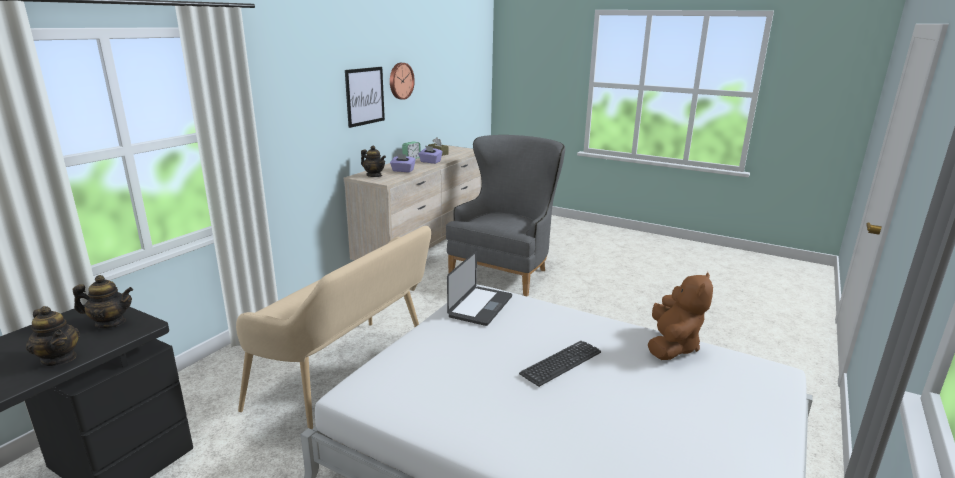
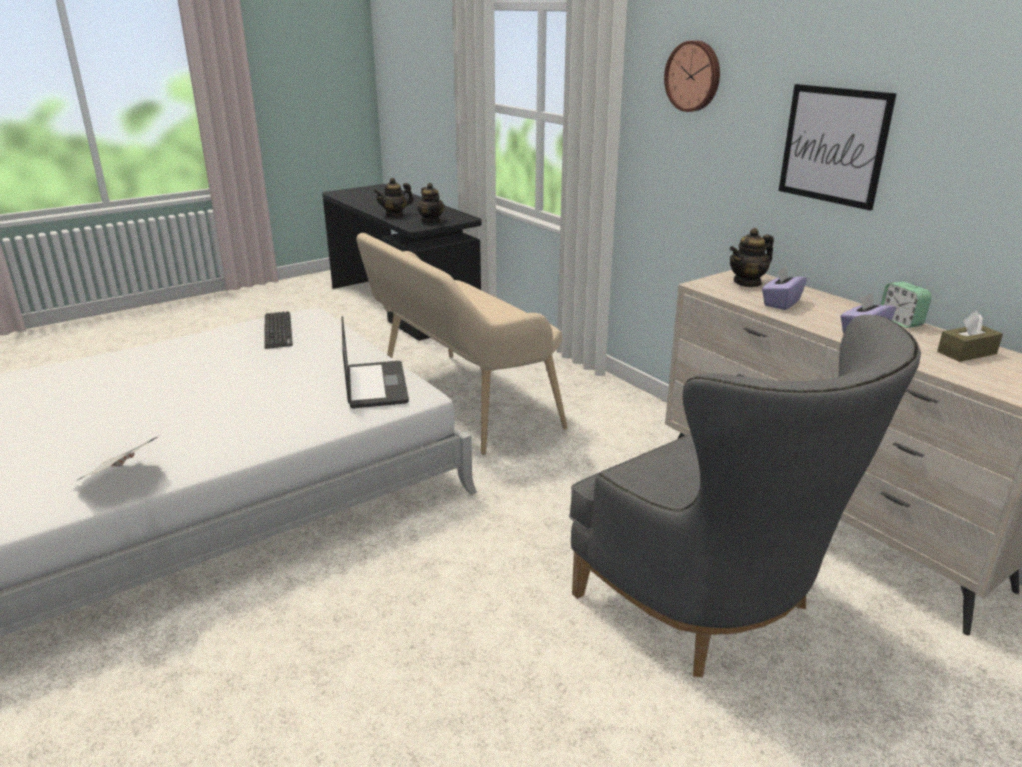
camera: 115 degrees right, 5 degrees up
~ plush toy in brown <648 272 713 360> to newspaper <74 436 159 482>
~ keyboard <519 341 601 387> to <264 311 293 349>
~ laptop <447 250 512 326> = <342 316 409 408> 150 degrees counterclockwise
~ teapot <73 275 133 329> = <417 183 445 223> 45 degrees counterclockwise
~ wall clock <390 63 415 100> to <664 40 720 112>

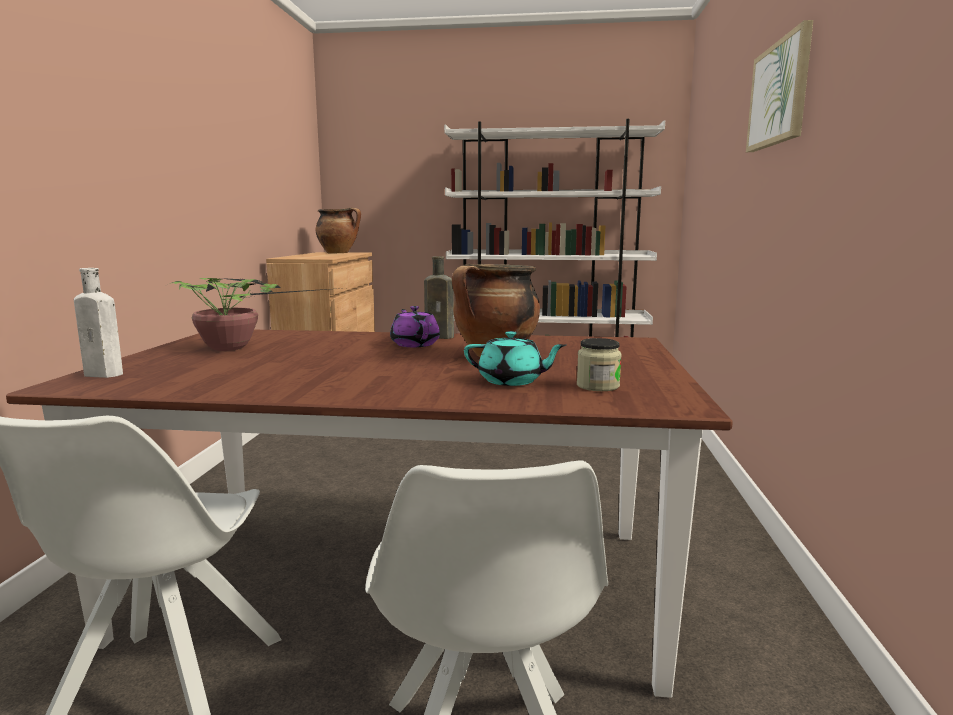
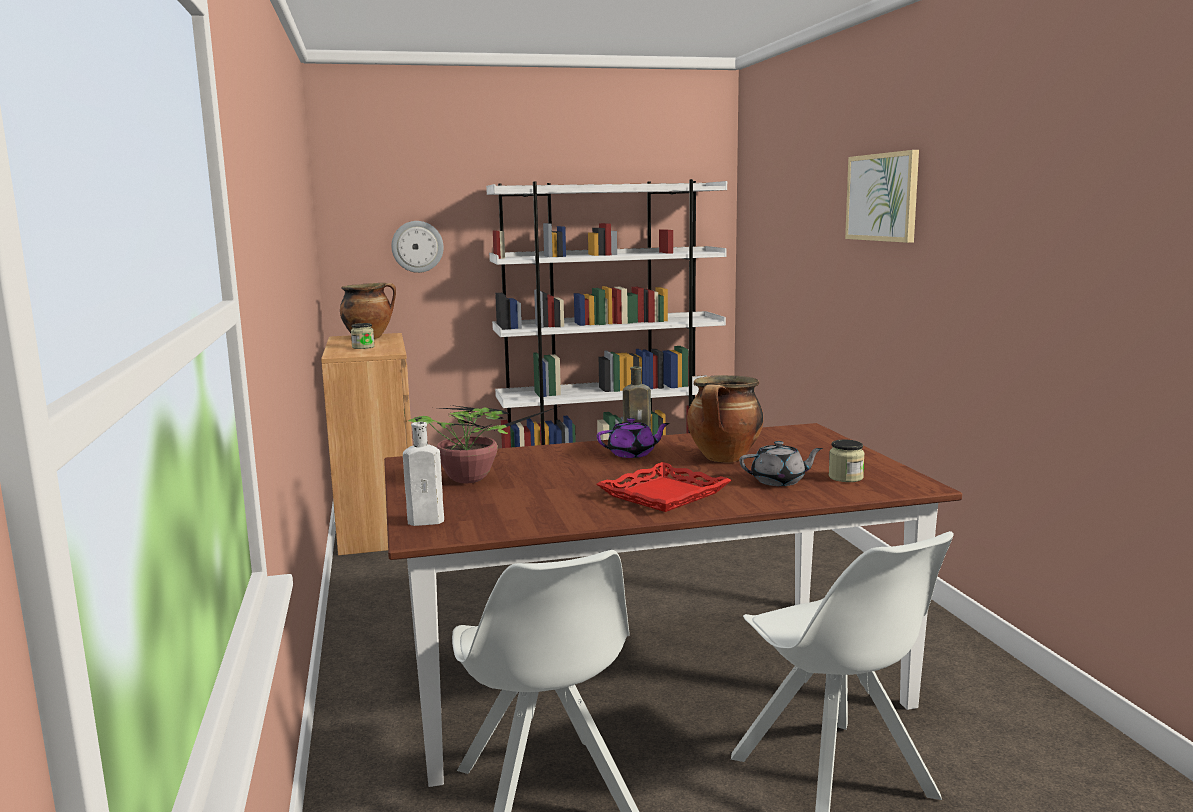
camera: 20 degrees left, 0 degrees up
+ jar <351 323 375 349>
+ wall clock <391 221 444 273>
~ teapot in purple <390 306 440 347> = <597 418 669 458> 120 degrees clockwise
+ tray in red <597 462 732 512>
~ teapot in turquoise <464 331 566 386> to teapot in grey <739 441 823 486>

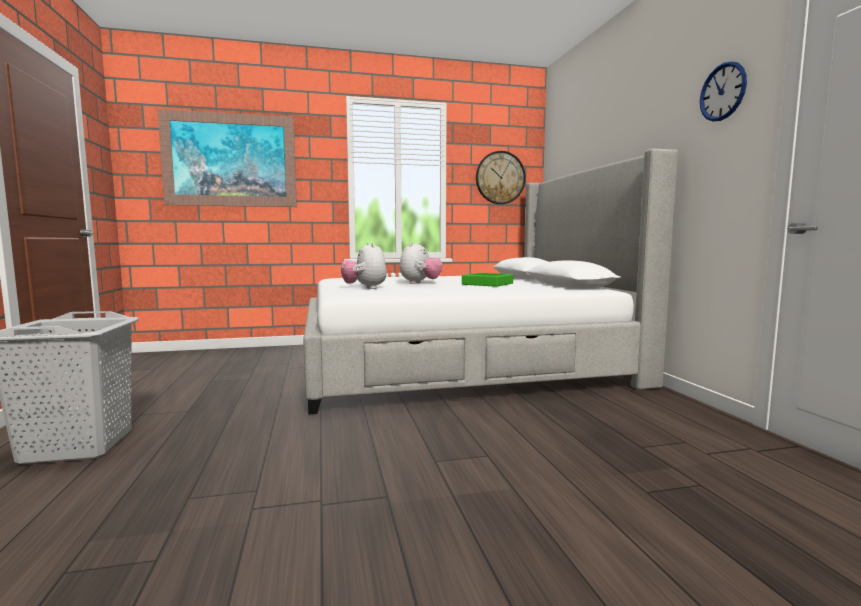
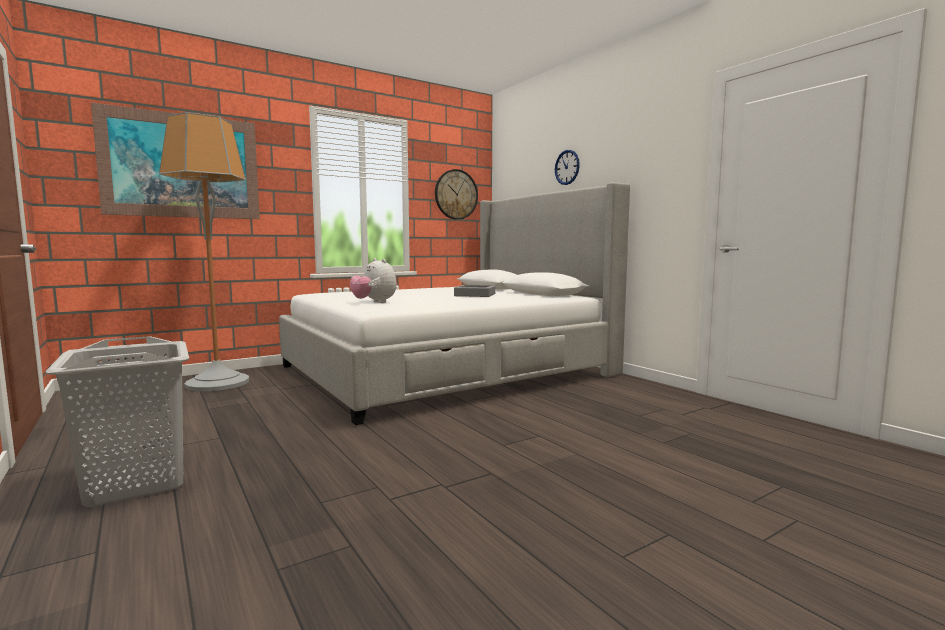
camera: 20 degrees left, 0 degrees up
+ floor lamp <159 112 249 391>
~ tray in green <462 273 513 287> to tray in grey <454 285 496 297>
~ wall clock <700 61 747 122> to <555 150 580 185>
- plush toy <400 242 443 284>

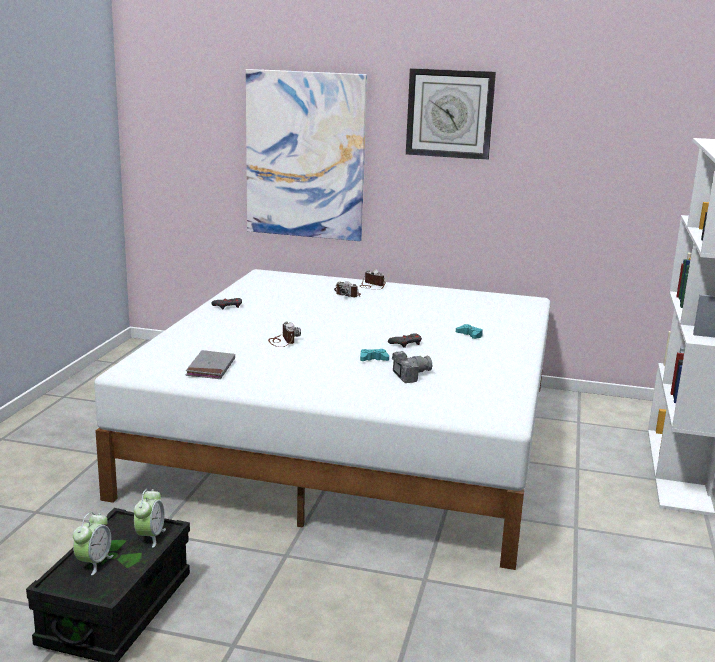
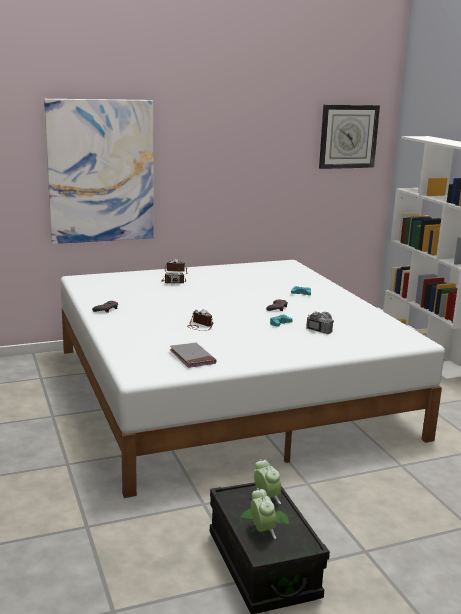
camera: 35 degrees left, 0 degrees up
~ wall clock <406 68 496 160> to <319 105 380 169>

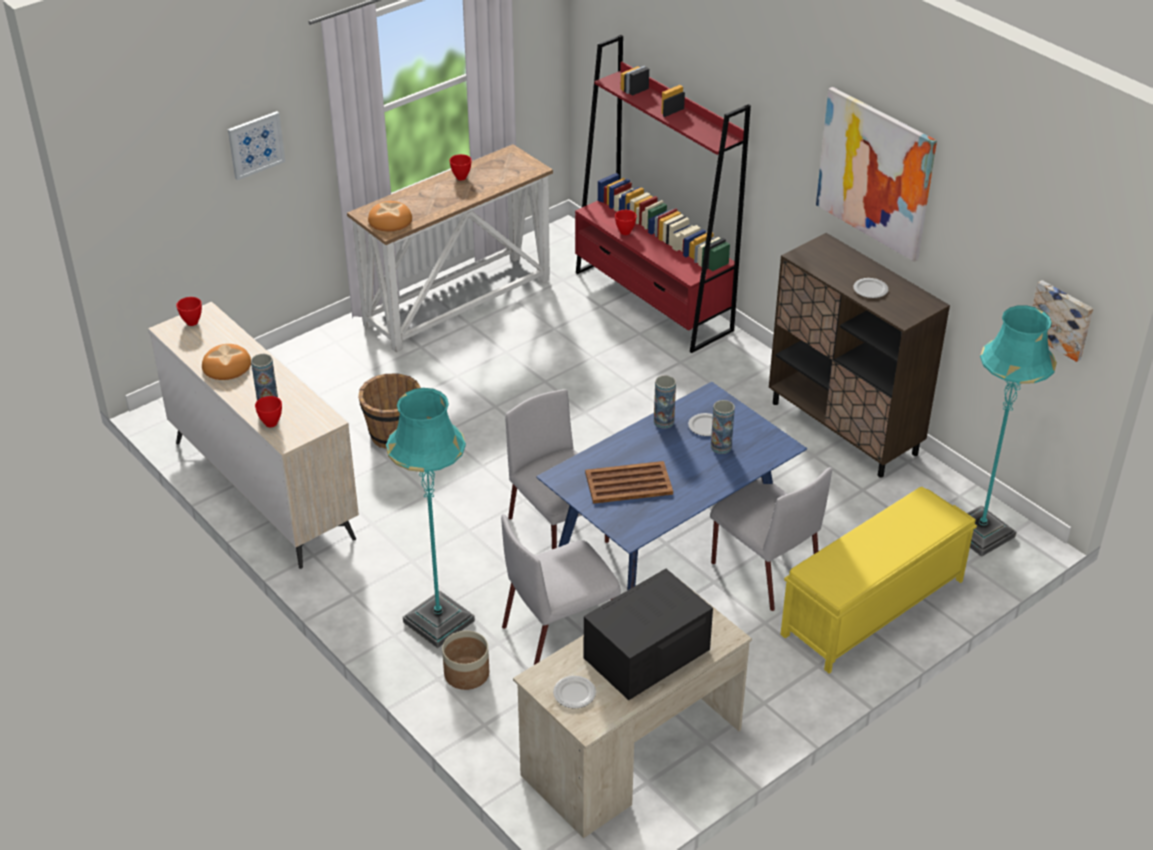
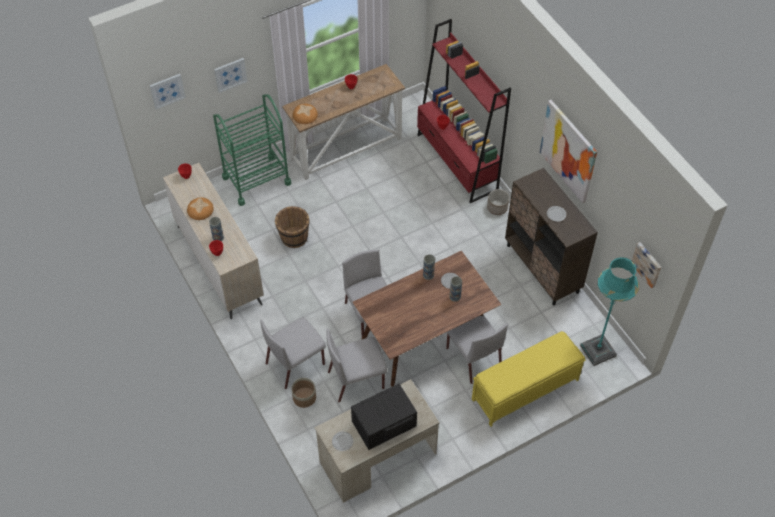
camera: 10 degrees right, 15 degrees up
+ picture <150 74 186 109>
+ cart in green <213 94 291 206>
~ floor lamp in turquoise <386 388 475 648> to chair in grey <260 317 326 389>
~ dining table in blue <536 382 807 591> to dining table in brown <353 251 502 387>
+ planter <487 189 509 215>
- tray in brown <585 461 673 504>

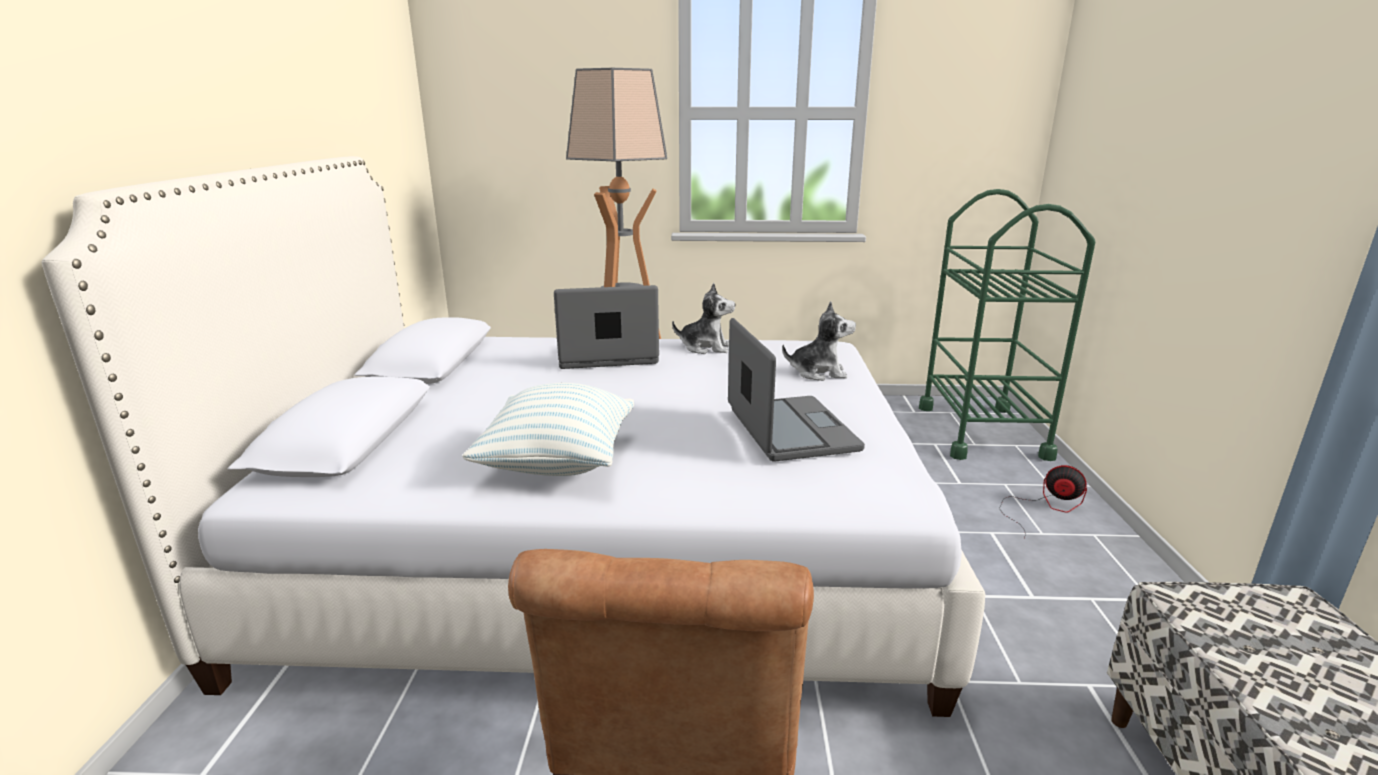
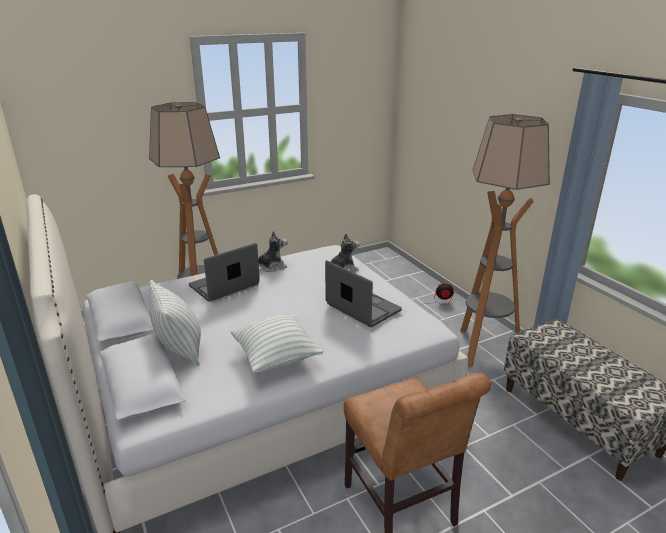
camera: 30 degrees left, 5 degrees up
+ pillow <149 280 201 366>
+ floor lamp <460 114 550 367>
- cart in green <919 189 1095 461>

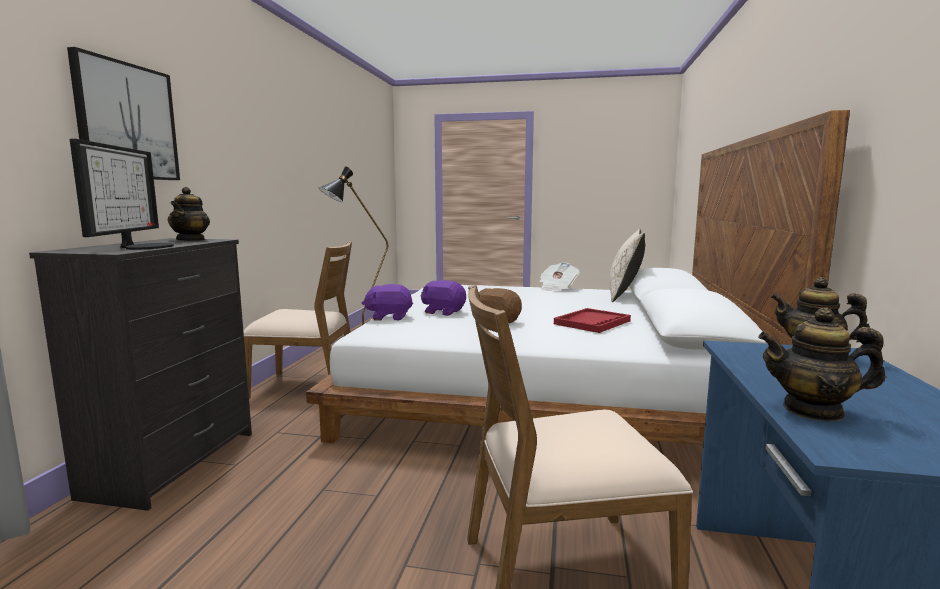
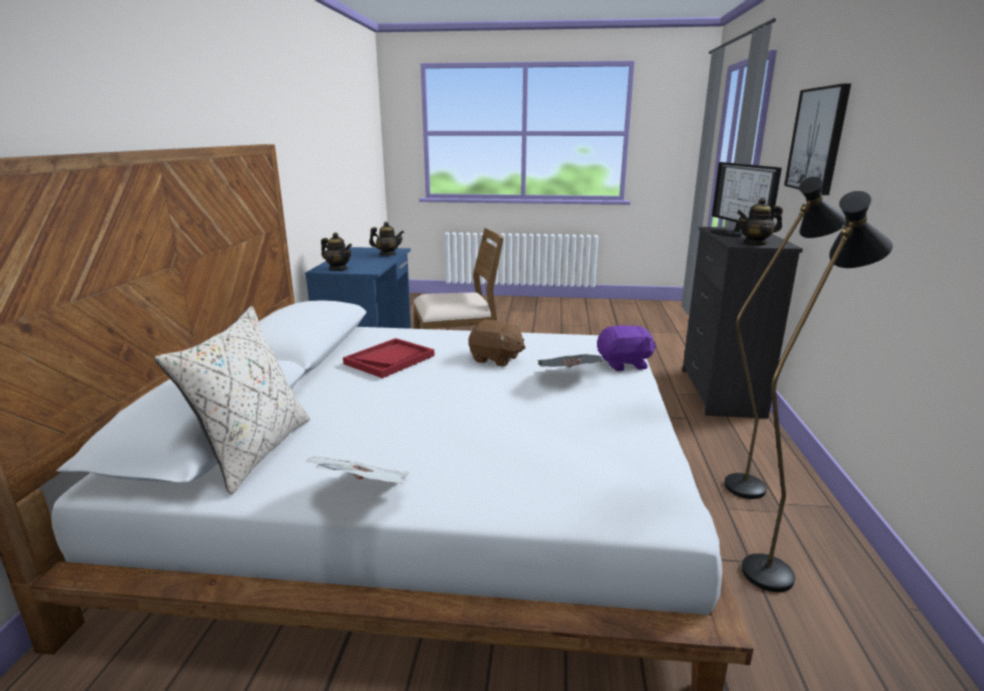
camera: 175 degrees right, 10 degrees up
~ plush toy in purple <421 280 466 316> to newspaper <538 354 602 368>
~ chair in brown <243 241 352 399> to floor lamp in black <724 177 846 499>
~ teapot <168 187 210 241> = <737 198 783 246> 90 degrees counterclockwise

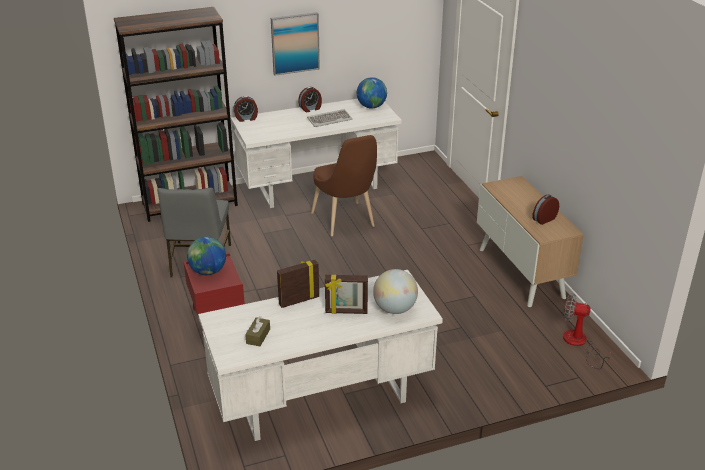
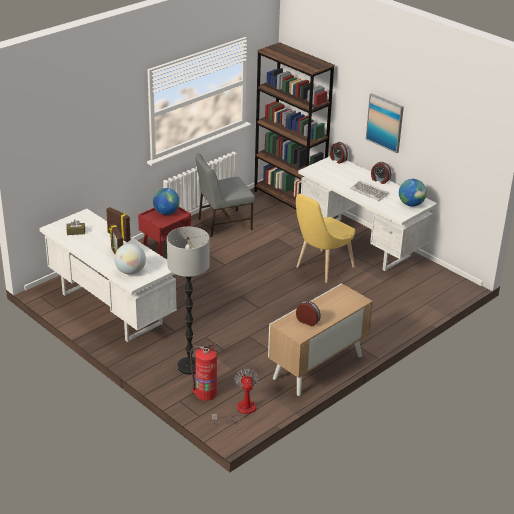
camera: 65 degrees right, 0 degrees up
+ floor lamp <167 227 210 375>
+ fire extinguisher <190 344 220 400>
~ chair in brown <311 135 377 236> to chair in yellow <296 194 355 283>

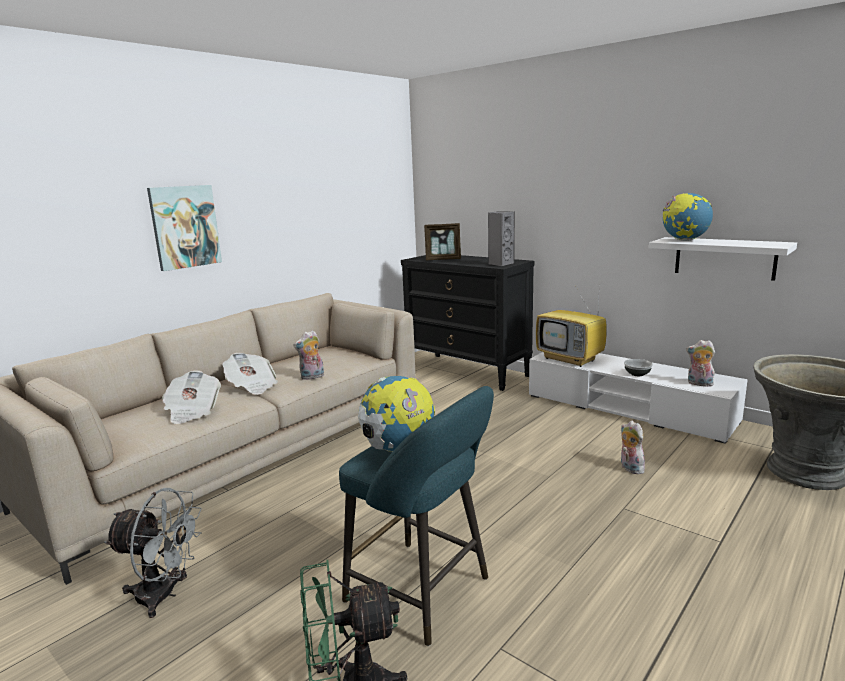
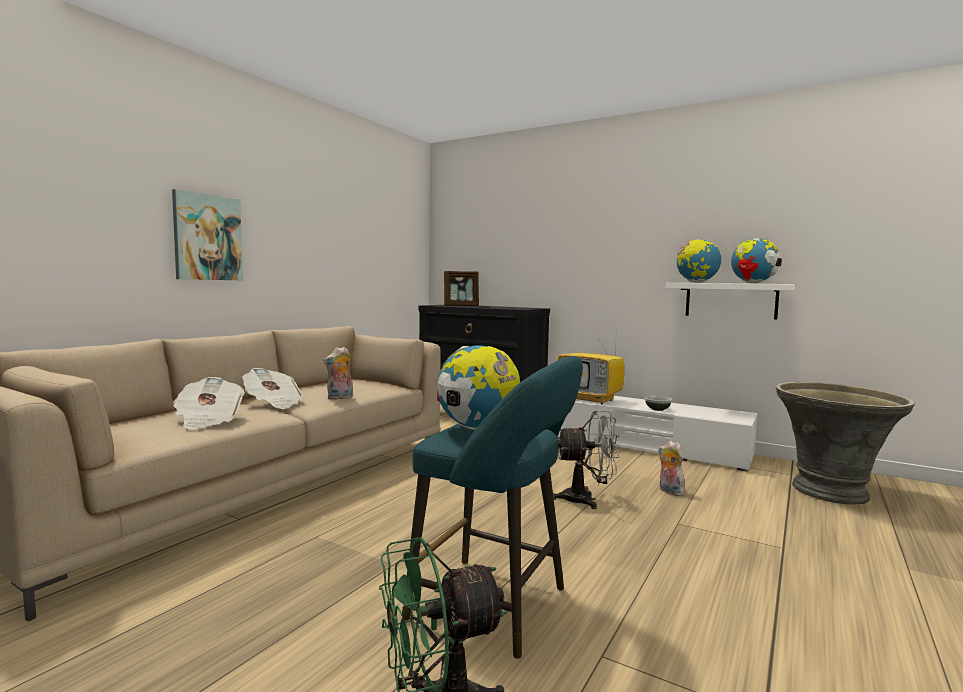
camera: 10 degrees left, 10 degrees down
~ fan in grey <104 488 202 618> to <553 411 619 509>
+ globe <731 238 782 284>
- speaker in grey <488 212 515 266>
- plush toy <686 340 715 387>

